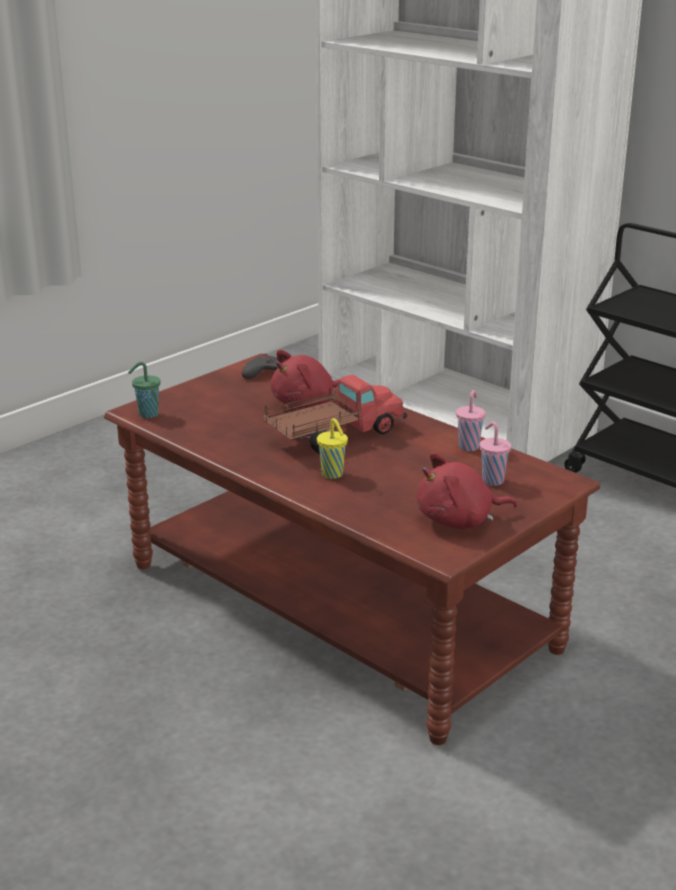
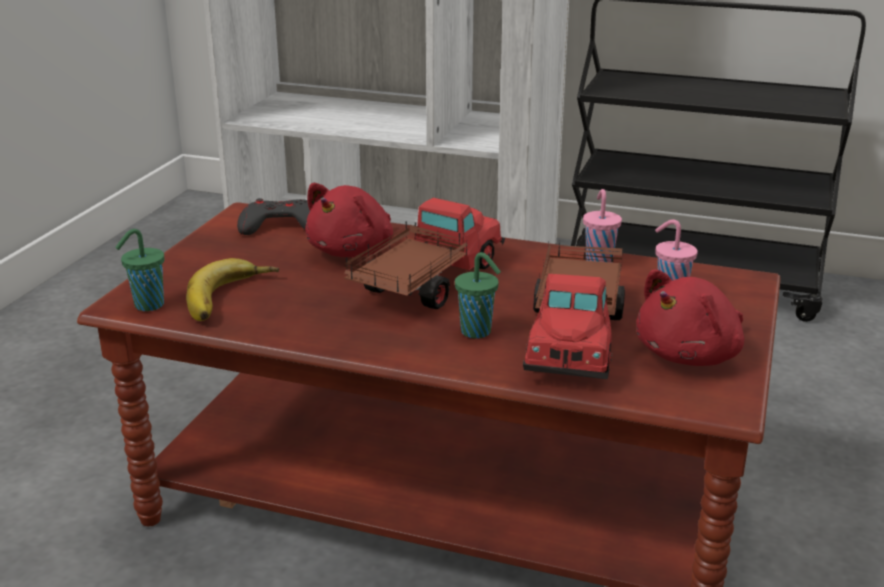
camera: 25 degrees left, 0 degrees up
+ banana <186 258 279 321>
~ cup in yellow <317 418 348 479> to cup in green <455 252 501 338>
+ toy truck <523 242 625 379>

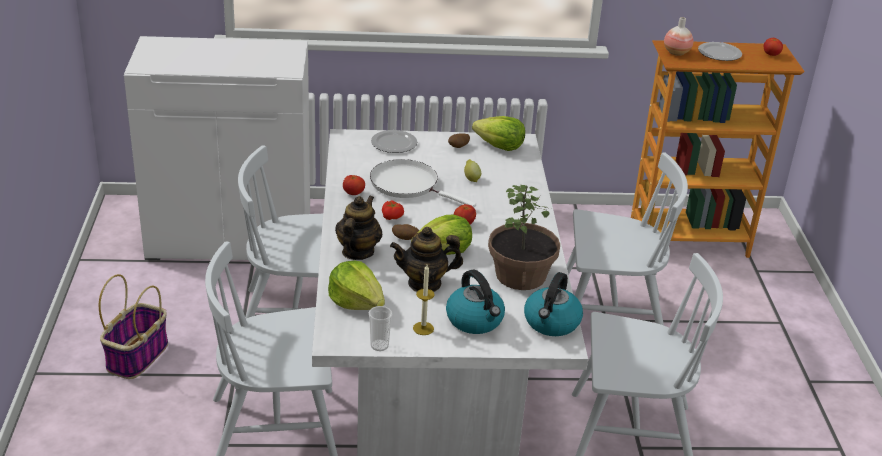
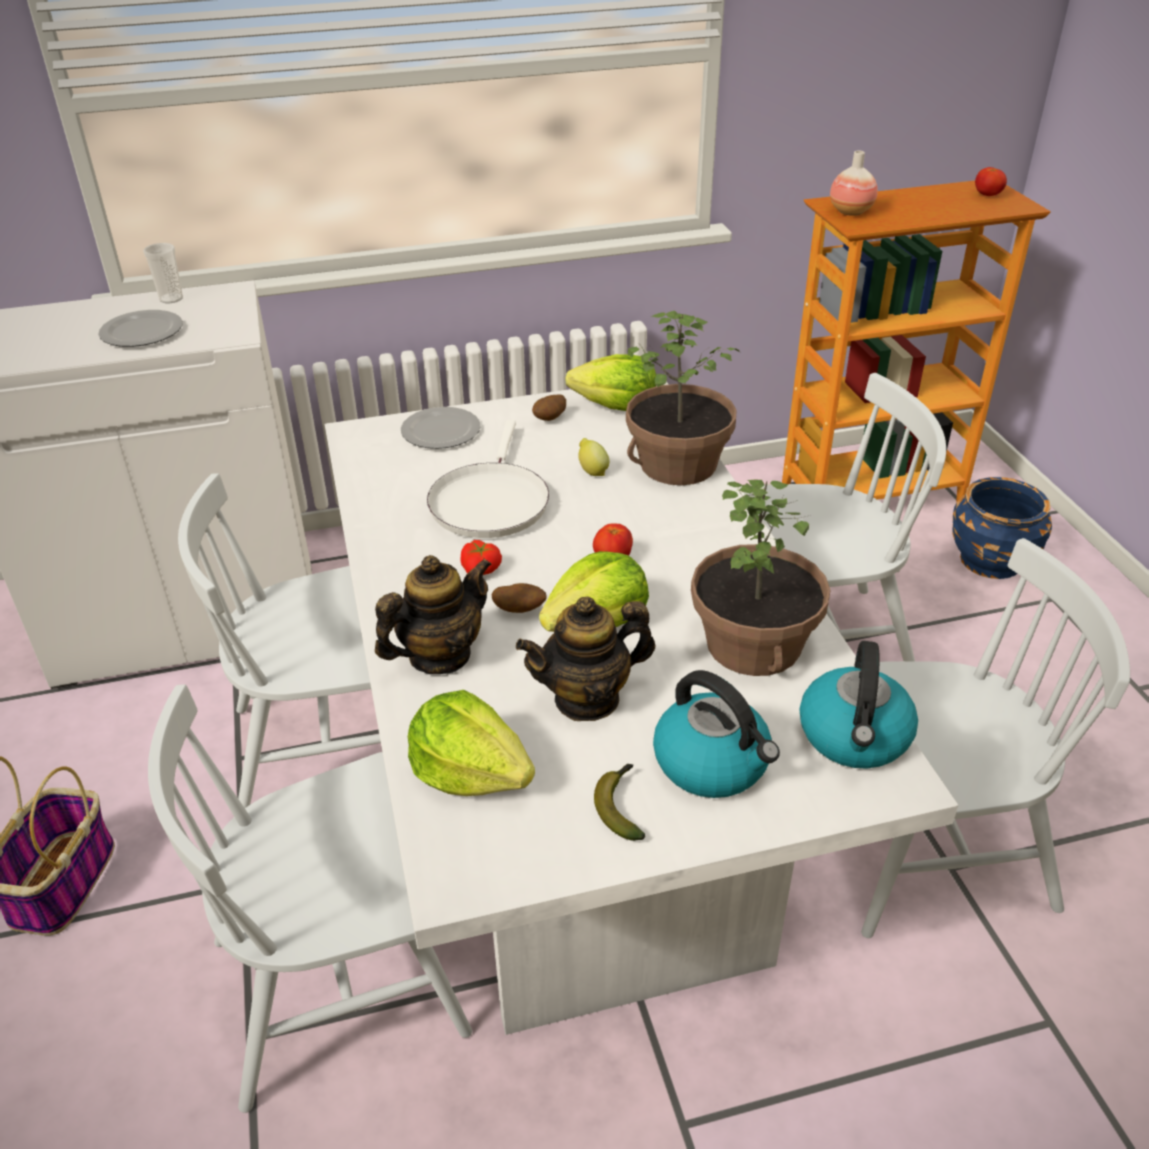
camera: 10 degrees left, 5 degrees up
~ plate <698 42 742 61> to <98 310 183 347>
~ cup <369 306 392 351> to <143 243 183 303>
~ teapot <335 195 382 260> = <375 555 492 674> 45 degrees clockwise
~ frying pan in white <370 159 476 207> = <427 420 549 538> 105 degrees counterclockwise
~ candle <413 265 435 335> to banana <594 764 645 841>
+ potted plant <626 311 740 485>
+ planter in blue <952 477 1052 579>
- tomato <343 175 365 195>

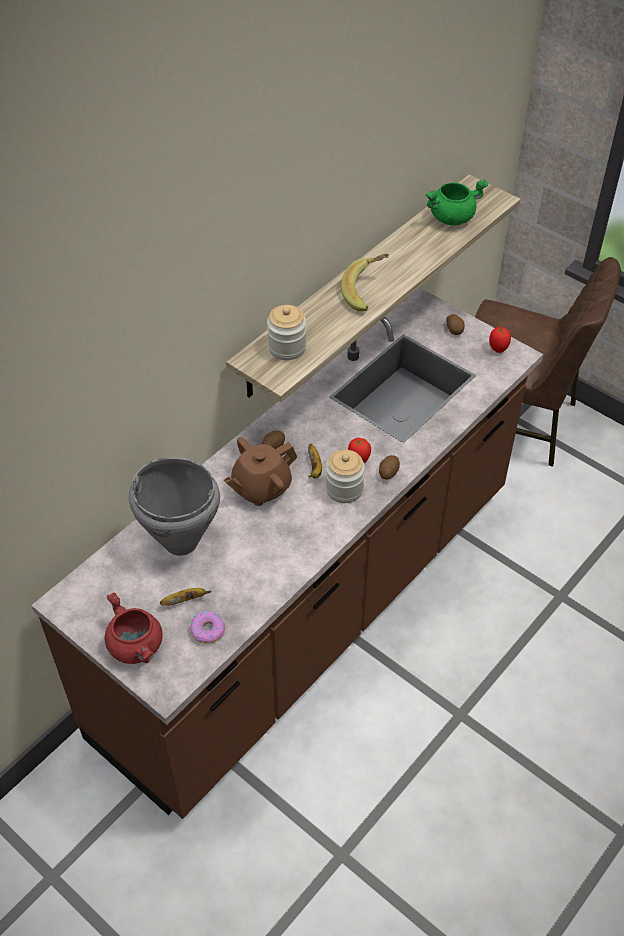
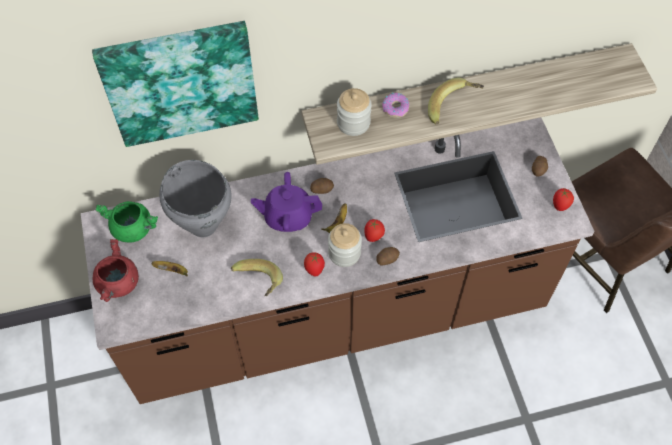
camera: 35 degrees right, 10 degrees up
+ picture <92 21 259 147>
~ cooking pot in green <426 179 488 226> to <95 201 158 243>
+ banana <231 259 283 296>
~ teapot in brown <224 437 297 506> to teapot in purple <251 172 322 232>
+ tomato <304 252 325 277>
~ donut <190 611 225 644> to <382 93 409 118>

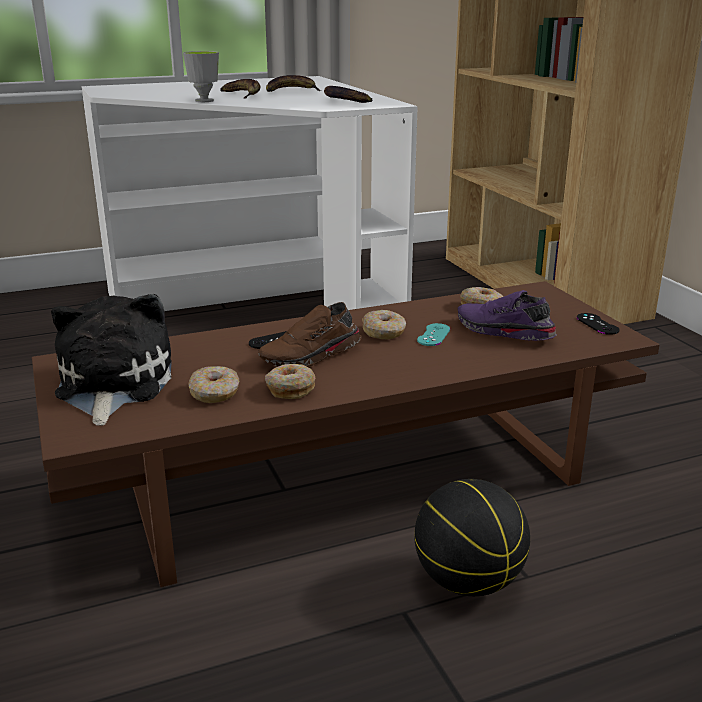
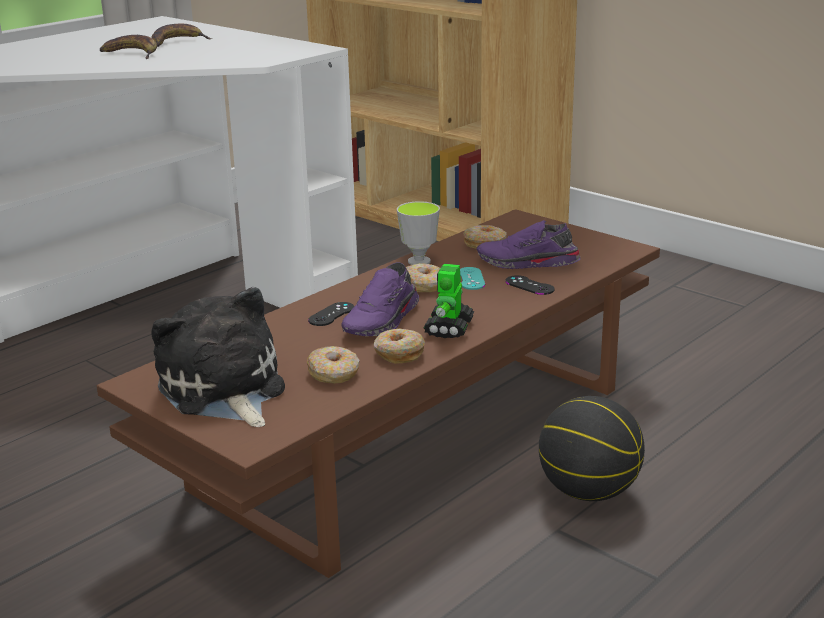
camera: 25 degrees left, 0 degrees up
~ shoe in brown <258 302 362 367> to shoe in purple <341 262 419 336>
~ cup <183 51 219 102> to <397 201 440 265>
+ toy robot <423 264 474 338>
~ game controller in black <577 313 619 335> to <505 275 554 295>
- banana <324 86 372 103>

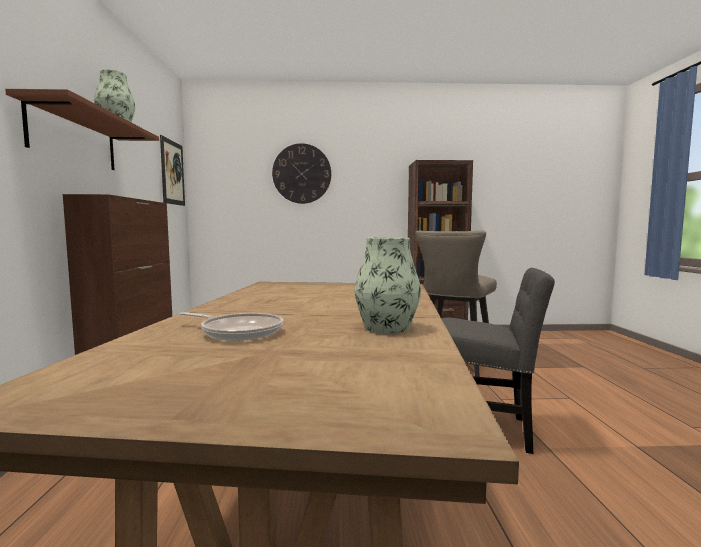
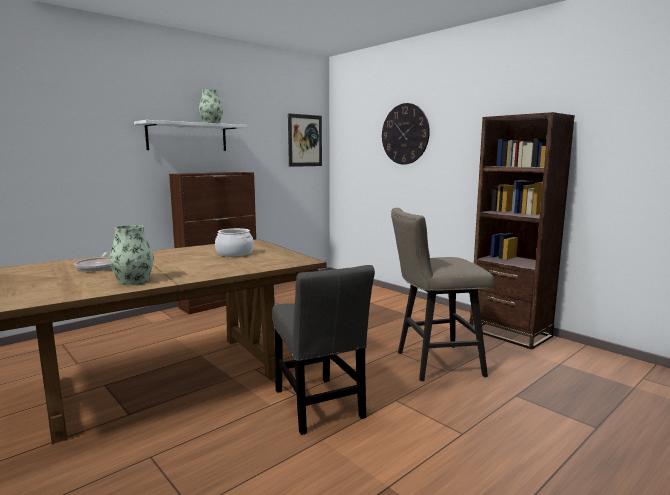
camera: 50 degrees right, 5 degrees up
~ shelf in brown <5 89 159 170> to shelf in white <134 120 247 151>
+ cooking pot <215 228 254 257>

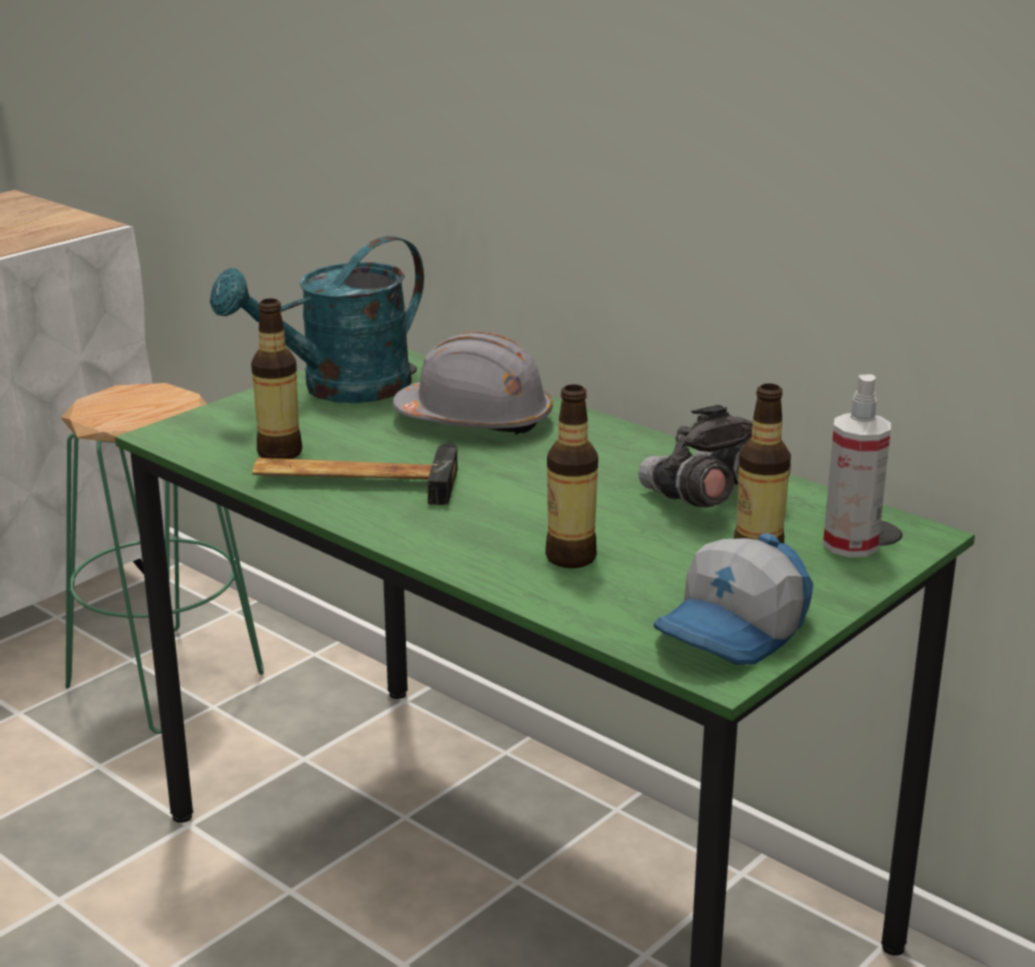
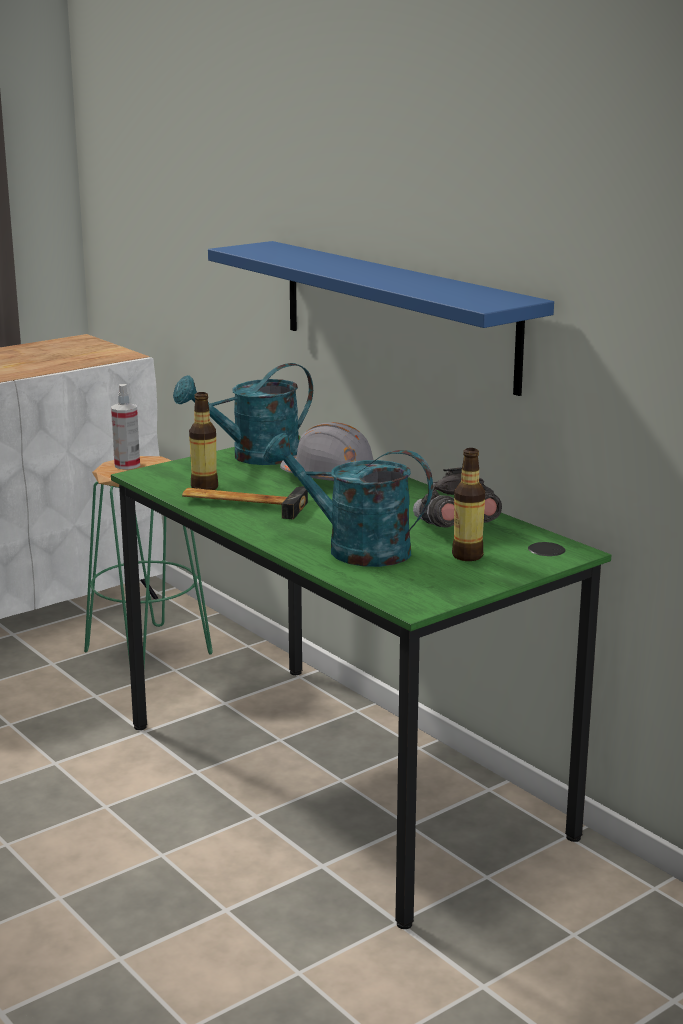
camera: 10 degrees right, 5 degrees down
~ spray bottle <823 375 891 557> to <111 384 140 469>
+ shelf in blue <208 241 554 396>
~ bottle <545 385 598 568> to watering can in turquoise <263 433 433 567>
- cap <654 533 813 665>

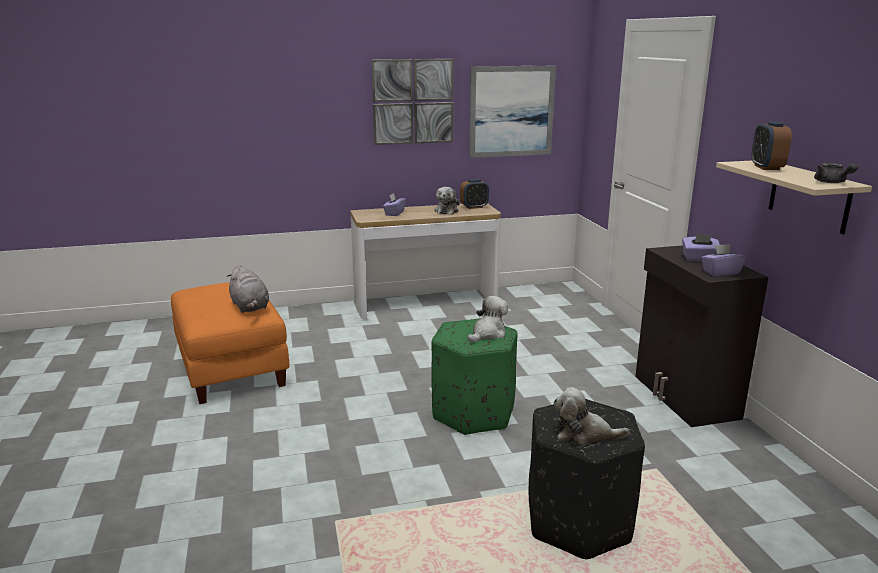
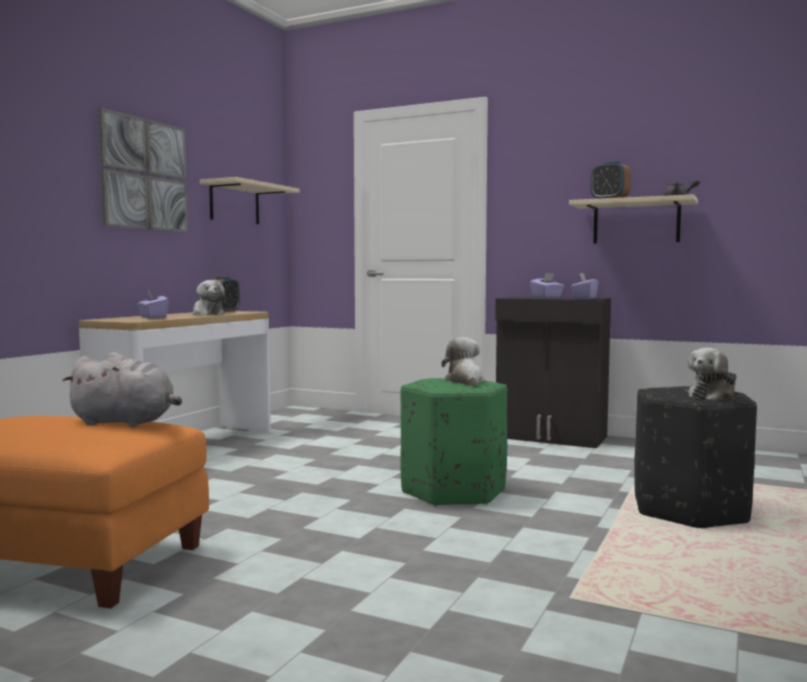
camera: 50 degrees left, 15 degrees down
~ picture <469 66 556 158> to shelf in beige <200 177 300 224>

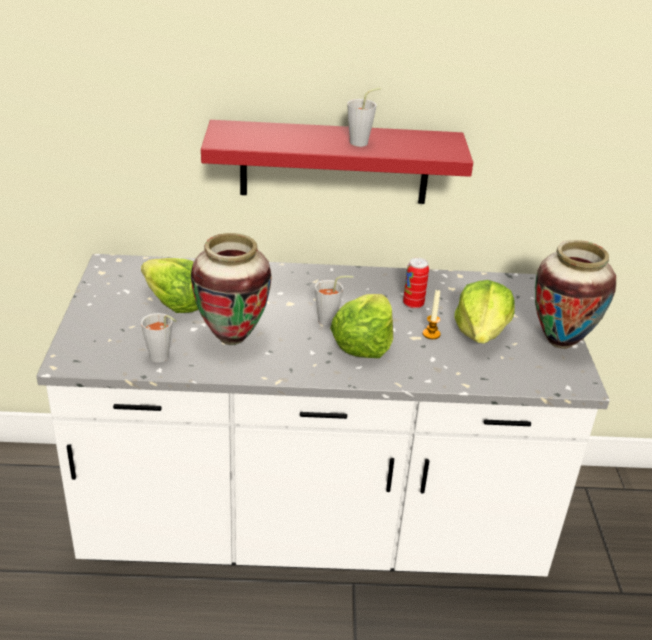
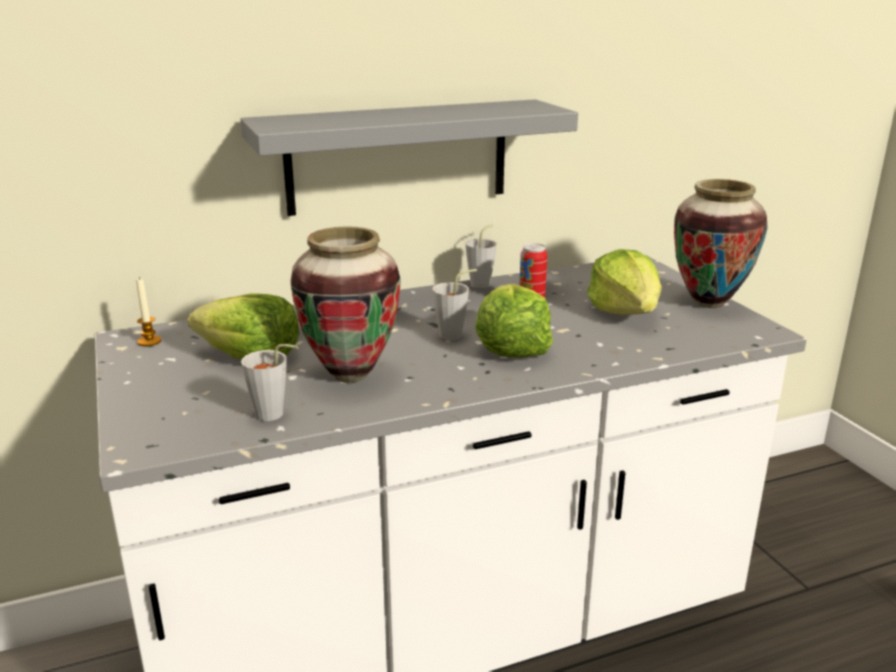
camera: 20 degrees left, 10 degrees down
~ candle <423 290 441 339> to <136 277 162 346>
~ shelf in red <201 120 473 204> to shelf in grey <240 99 578 216>
~ cup in grey <347 88 381 147> to <465 224 497 289>

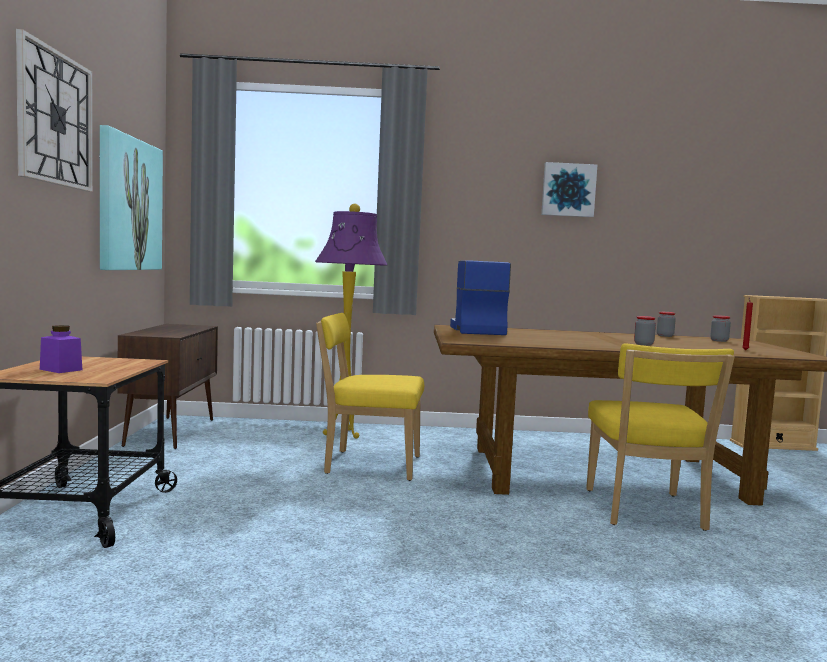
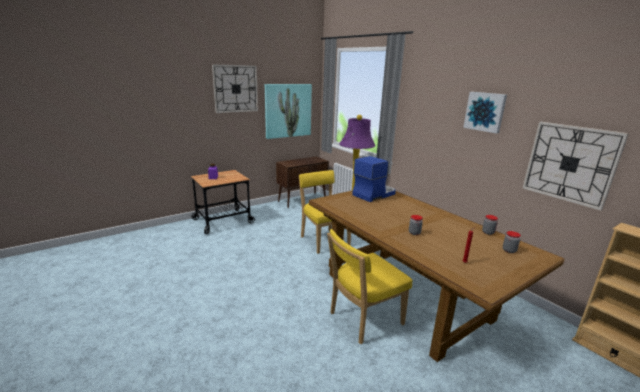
camera: 55 degrees right, 15 degrees up
+ wall clock <523 121 629 211>

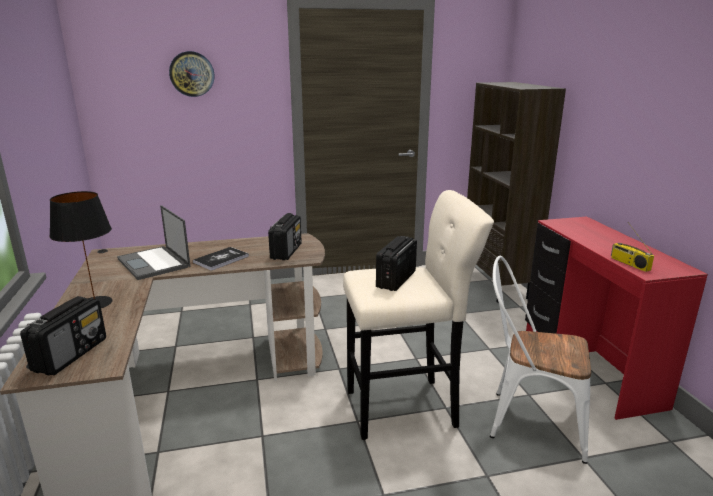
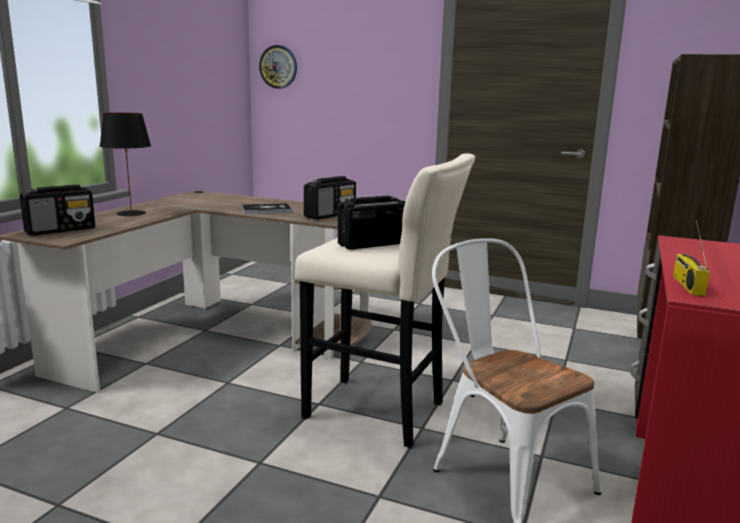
camera: 35 degrees right, 5 degrees down
~ wall clock <169 51 214 97> to <259 45 297 89>
- laptop <117 205 191 280>

